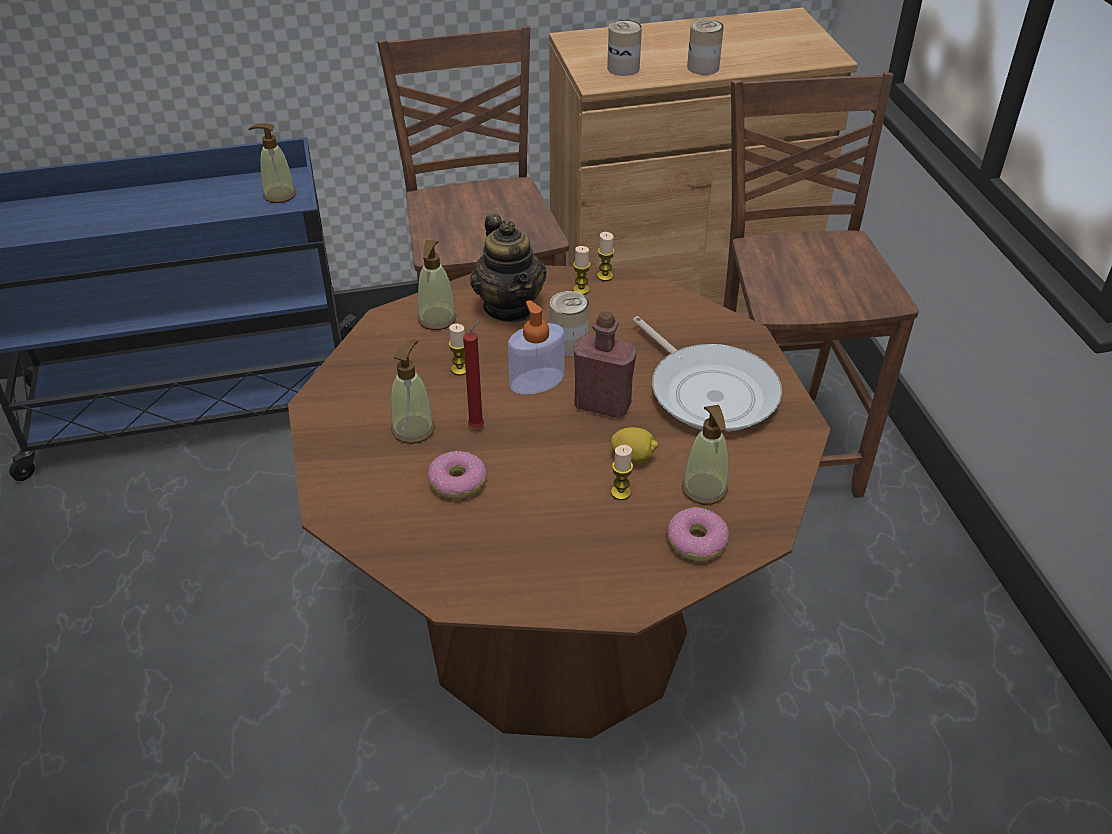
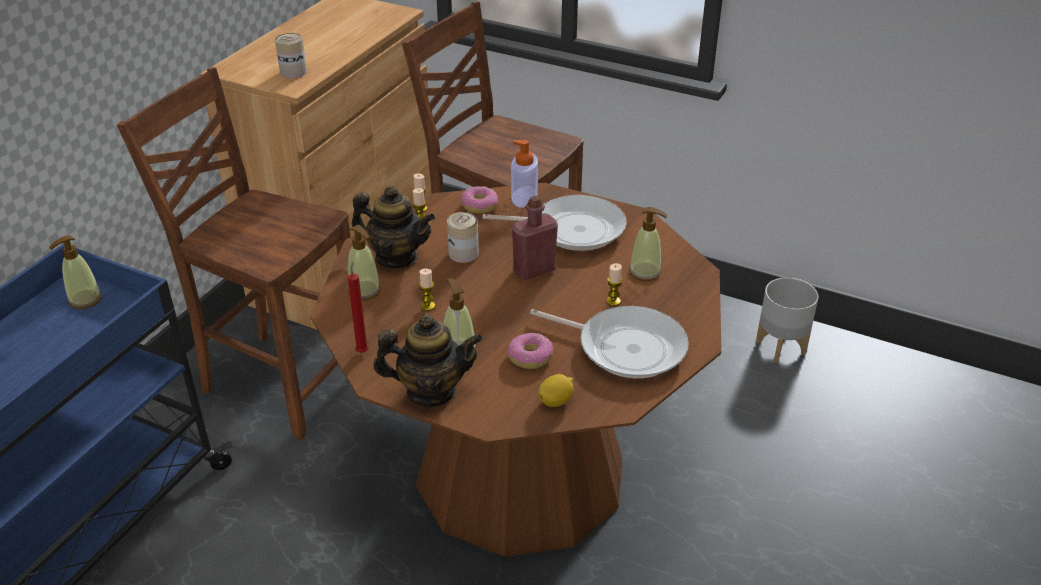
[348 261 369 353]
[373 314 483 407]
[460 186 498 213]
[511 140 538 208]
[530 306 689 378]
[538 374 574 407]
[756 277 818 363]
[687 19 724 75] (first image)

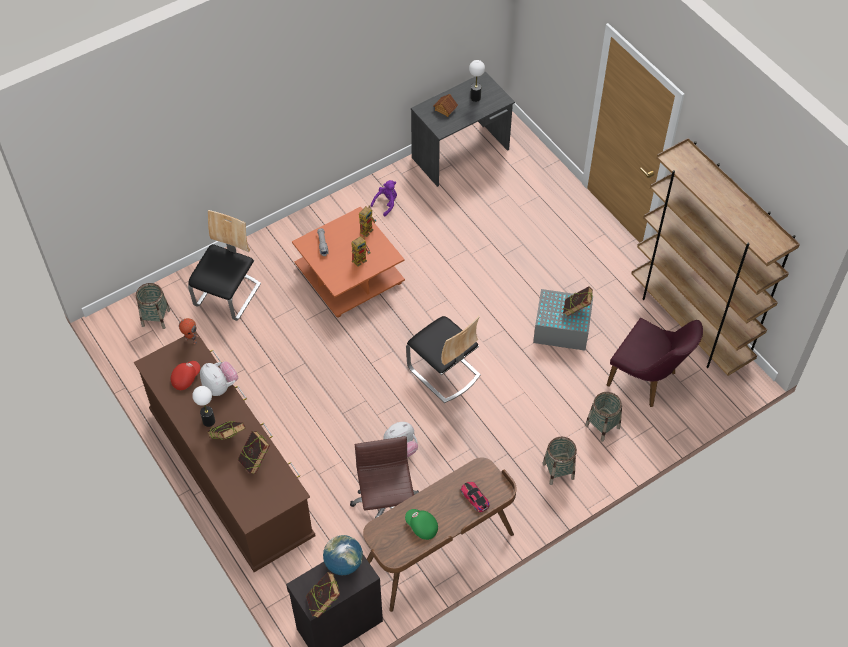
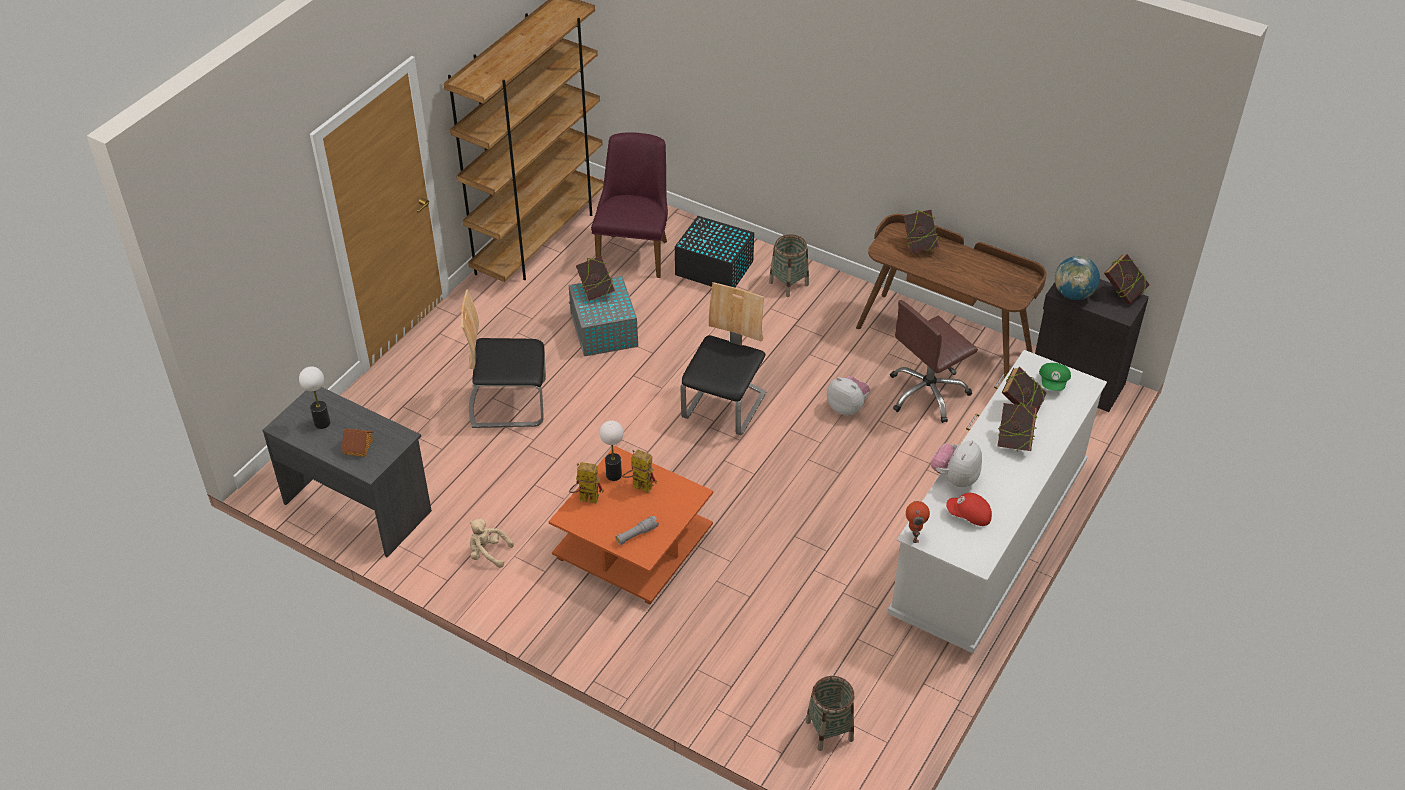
[461 289 546 428]
[470 519 514 568]
[599 421 624 481]
[675 216 754 288]
[887 350 1107 653]
[903 210 939 253]
[1039 363 1071 391]

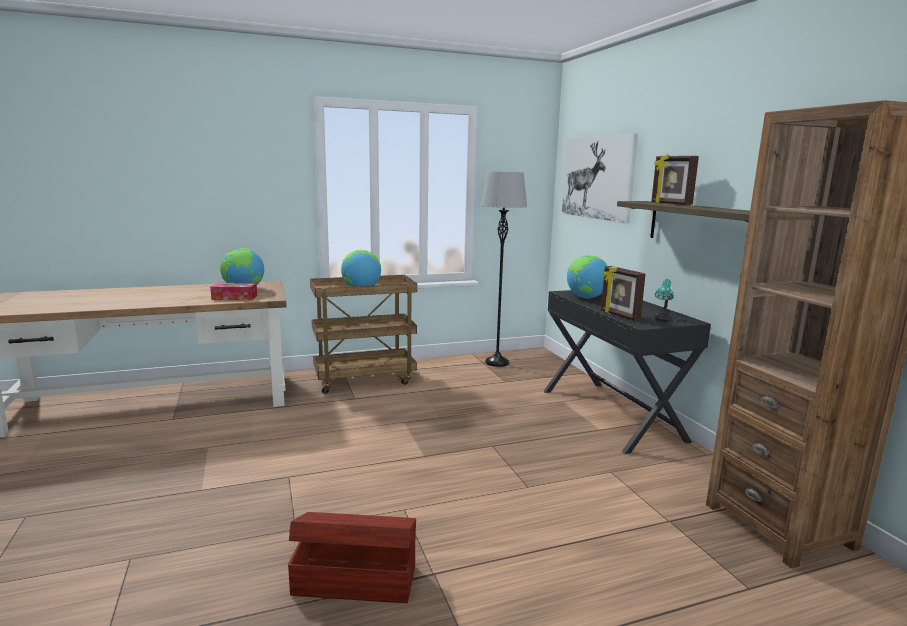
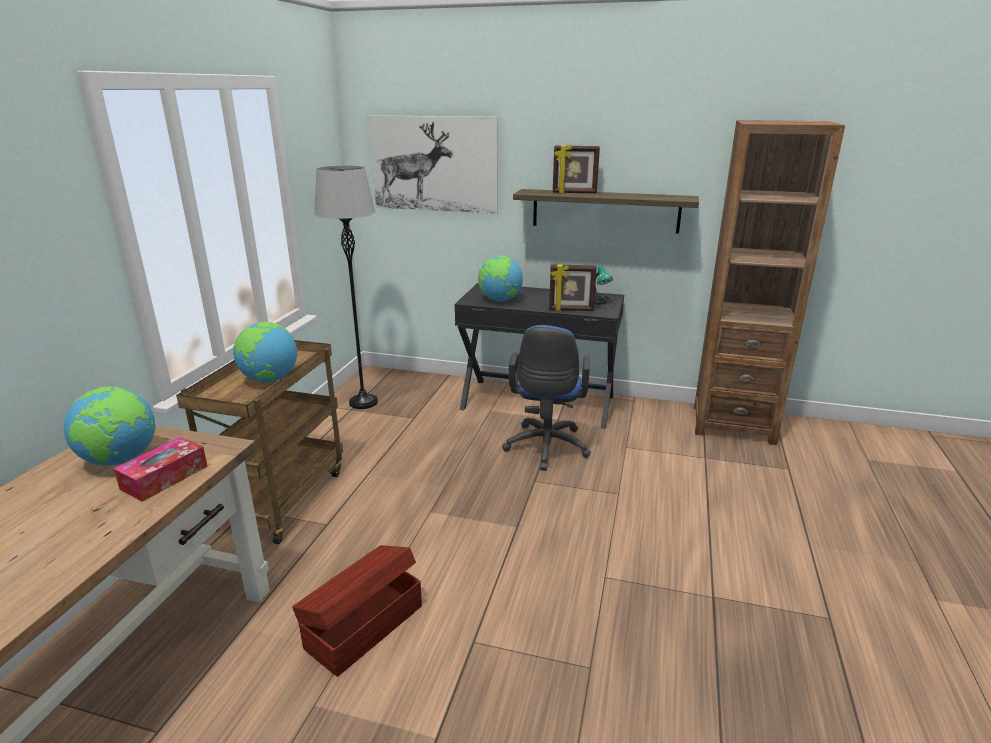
[292 545 422 677]
[502 325 591 471]

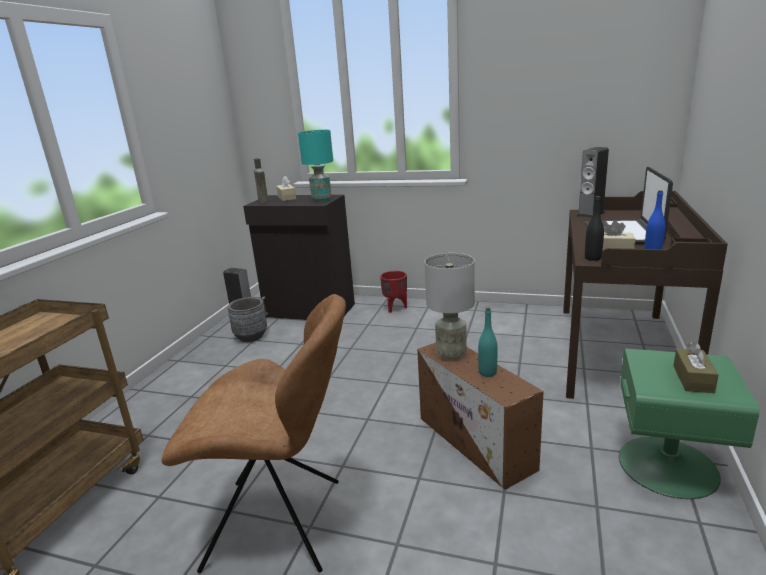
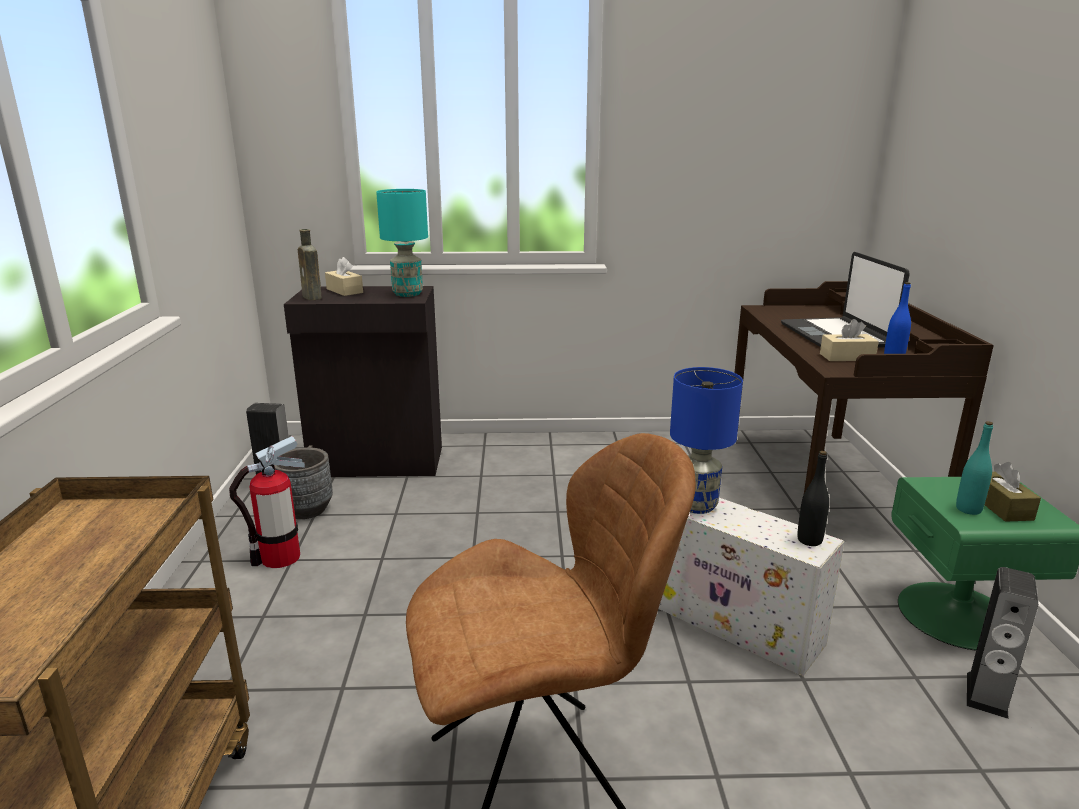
[229 436 305 568]
[658 498 844 676]
[670 367 743 514]
[797 451 829 546]
[956 421 993 515]
[967 567 1038 719]
[380 271 407 313] (first image)

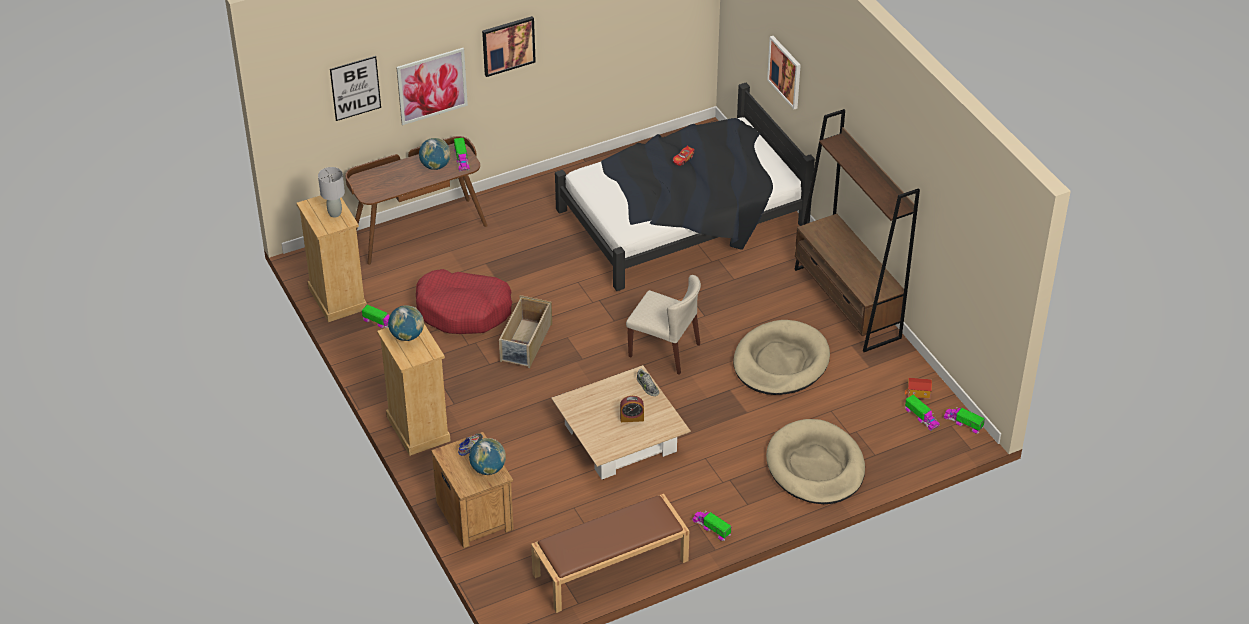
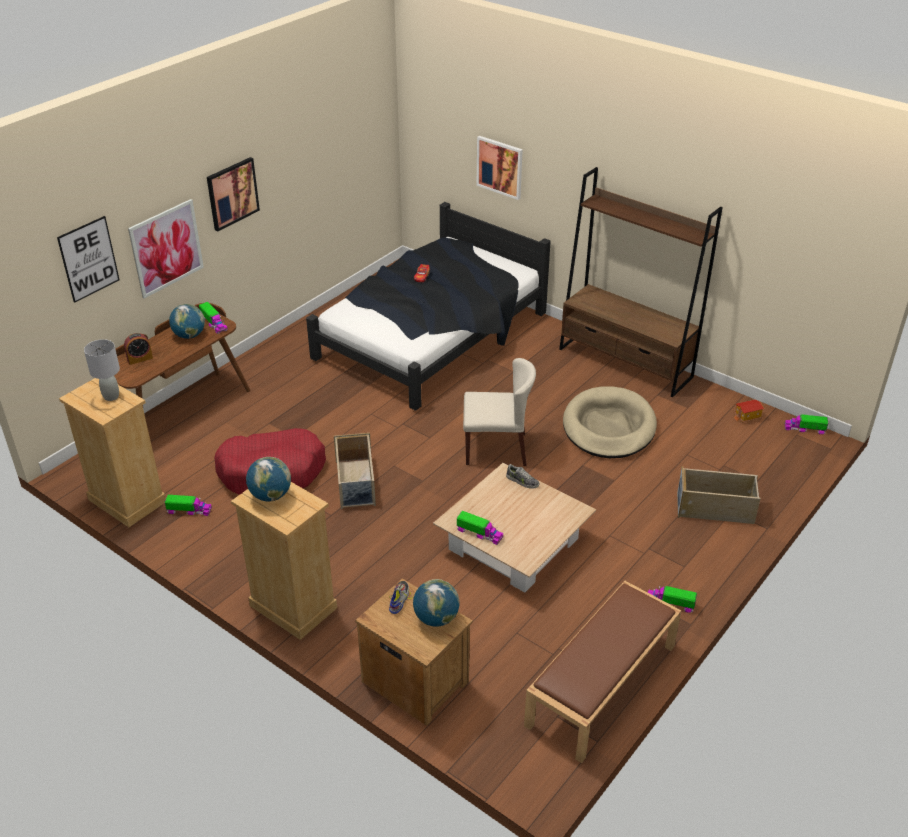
[124 333 153 365]
[457 511 504 545]
[677 466 760 524]

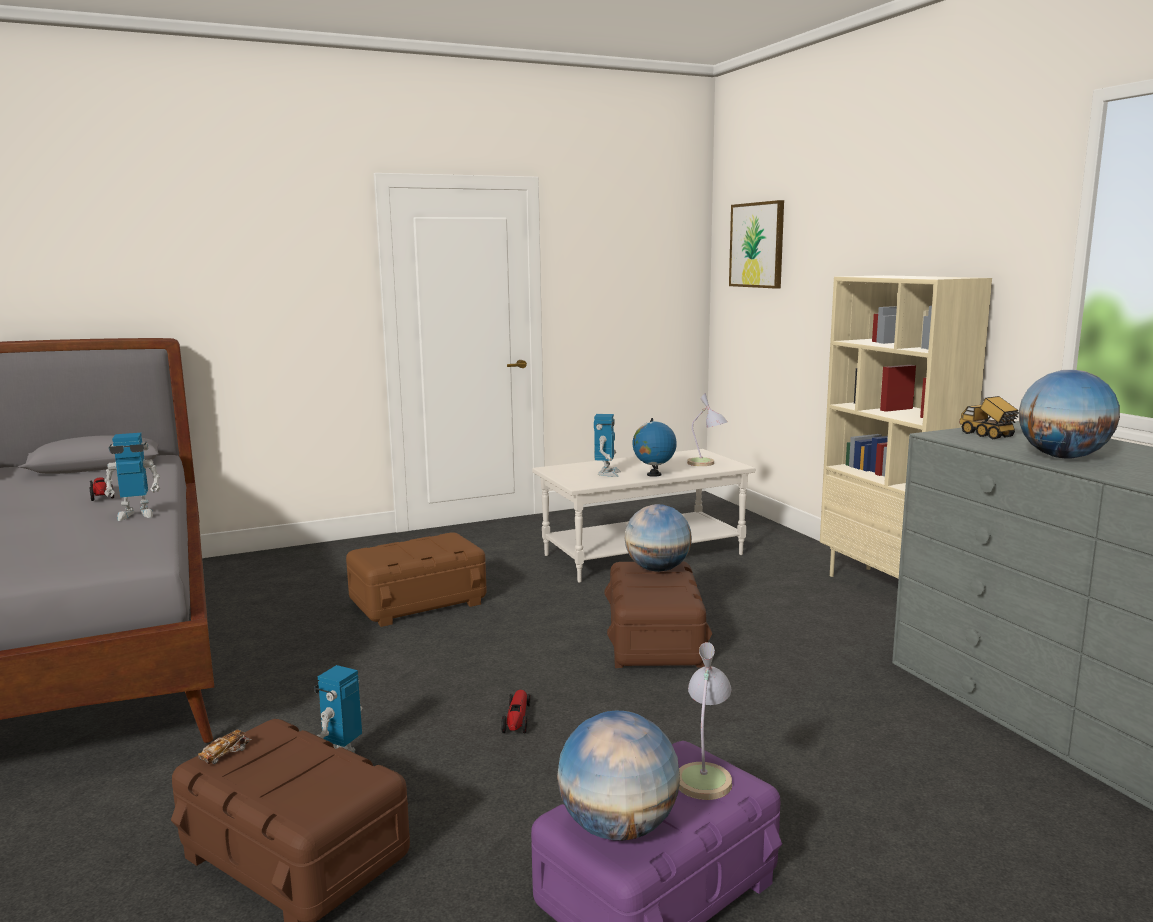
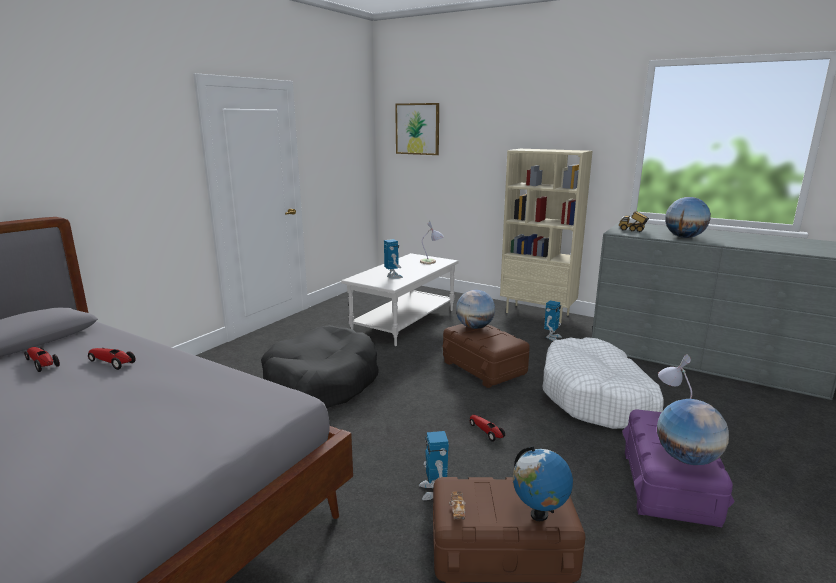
[24 347 60 372]
[261 325 379 408]
[513 446 573 521]
[543 337 664 429]
[544 300 562 341]

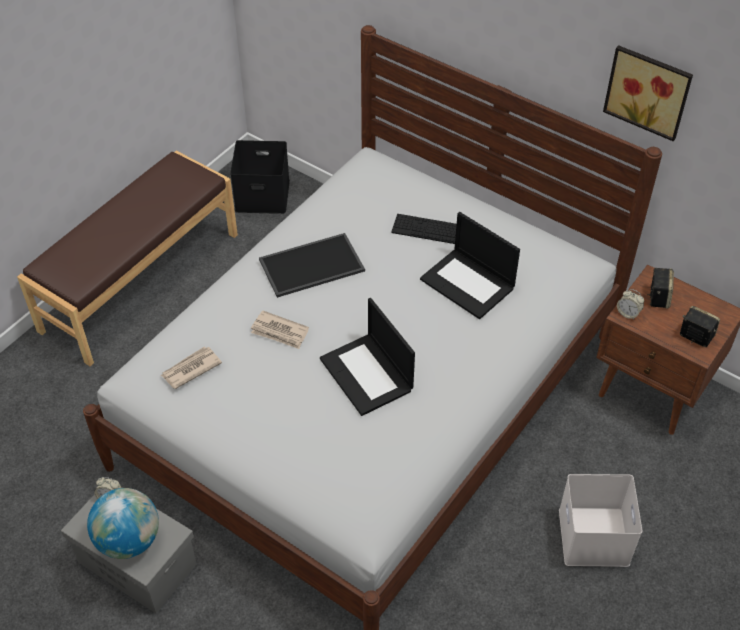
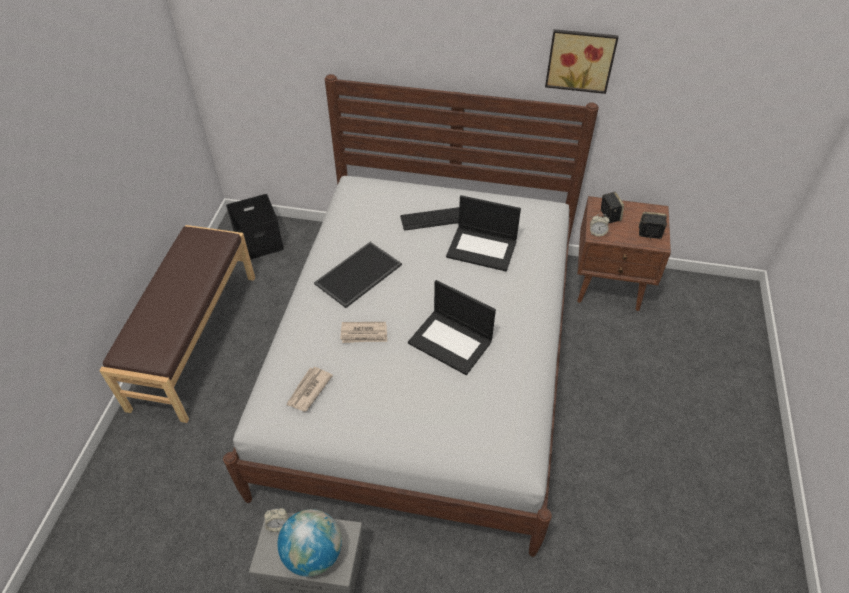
[559 474 642 567] (first image)

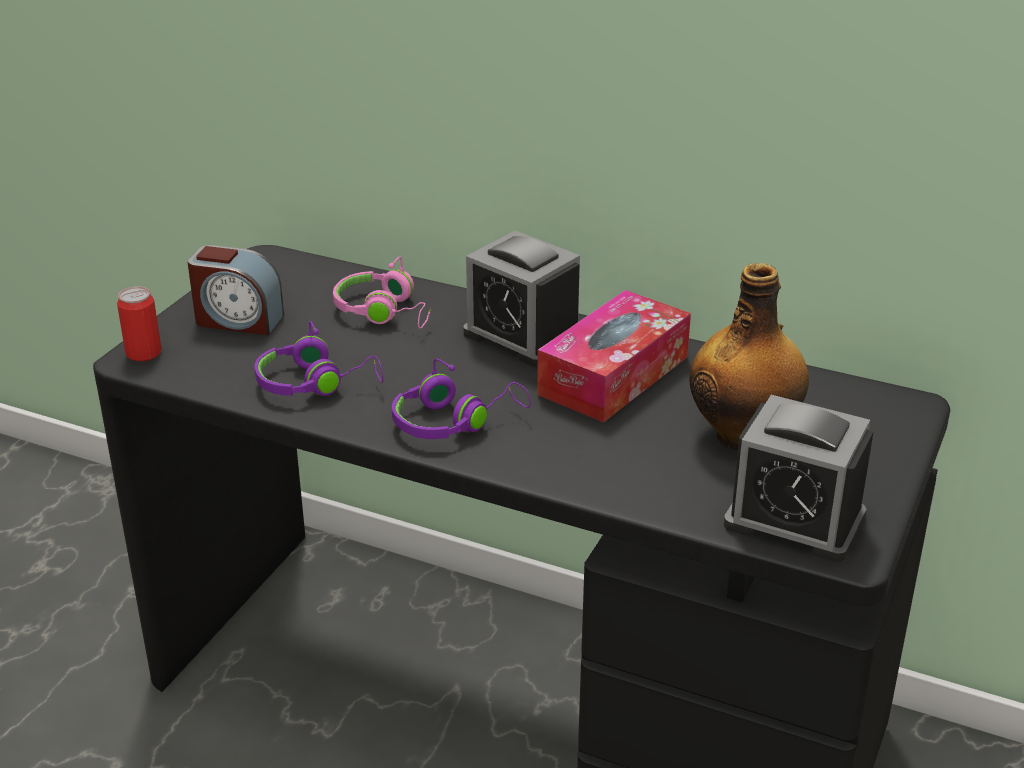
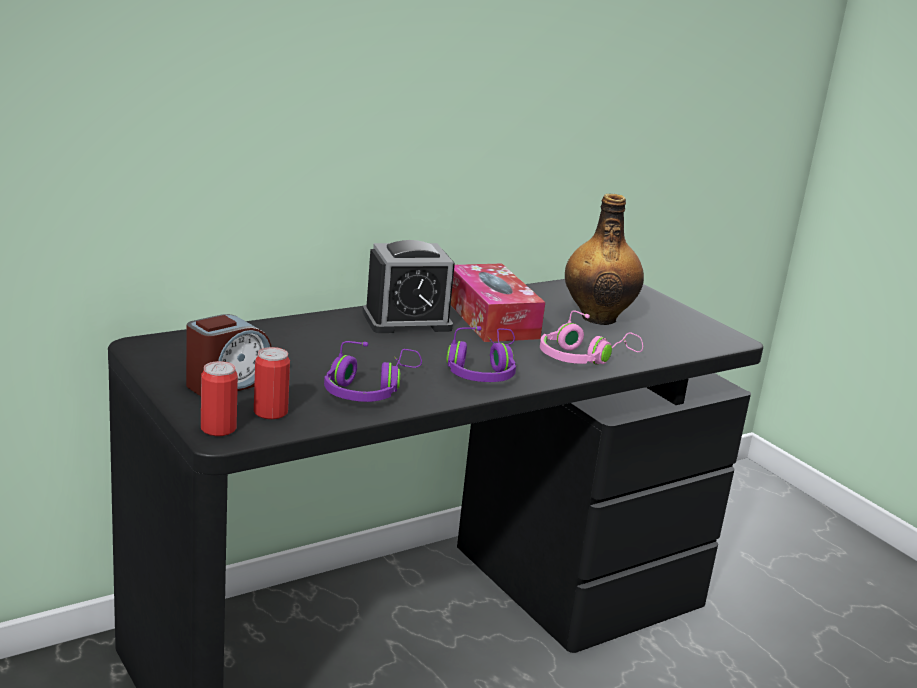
[254 347 290 419]
[540 310 643 365]
[724 395 874 562] (first image)

